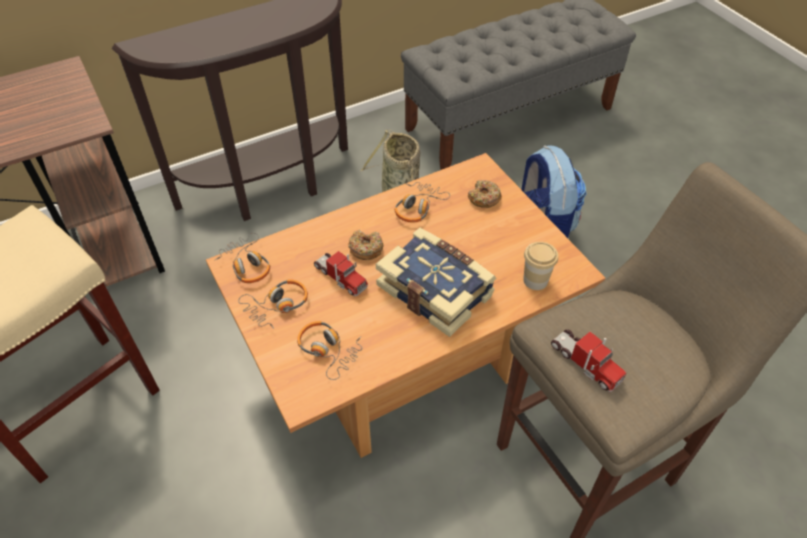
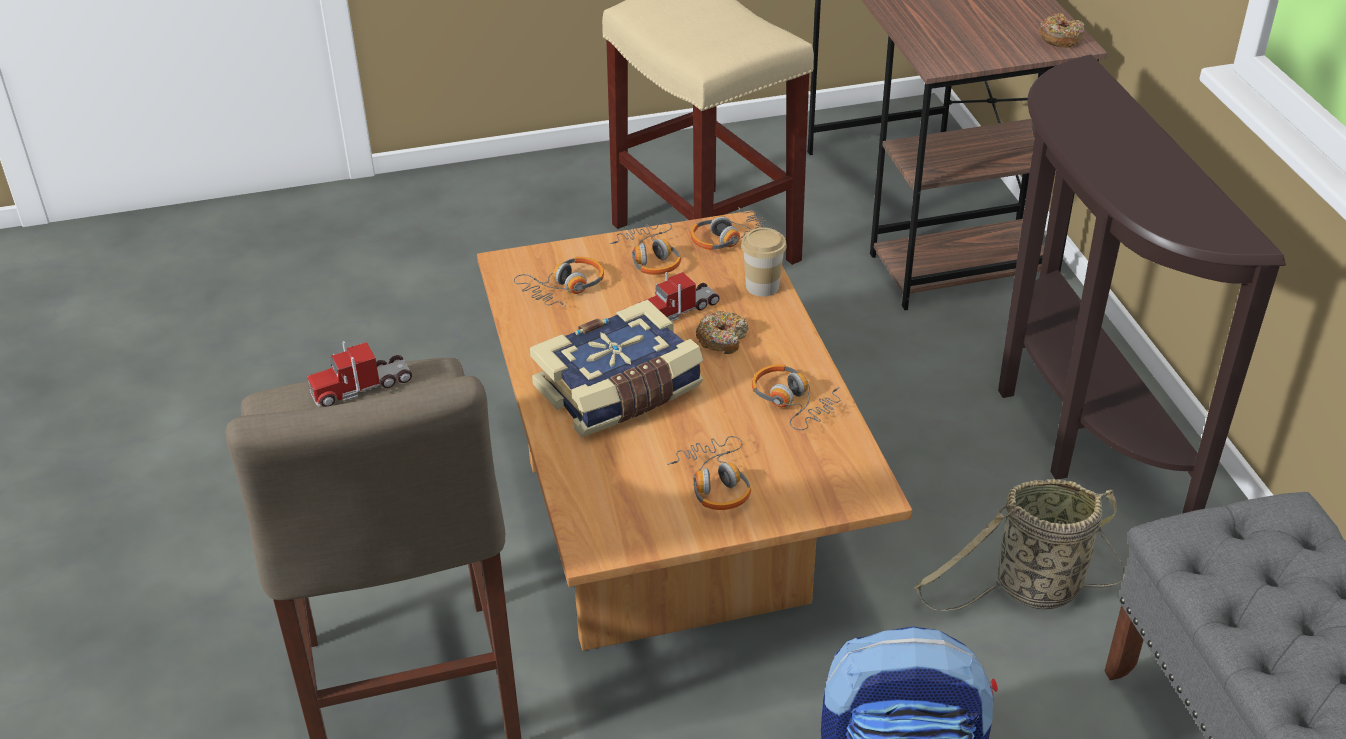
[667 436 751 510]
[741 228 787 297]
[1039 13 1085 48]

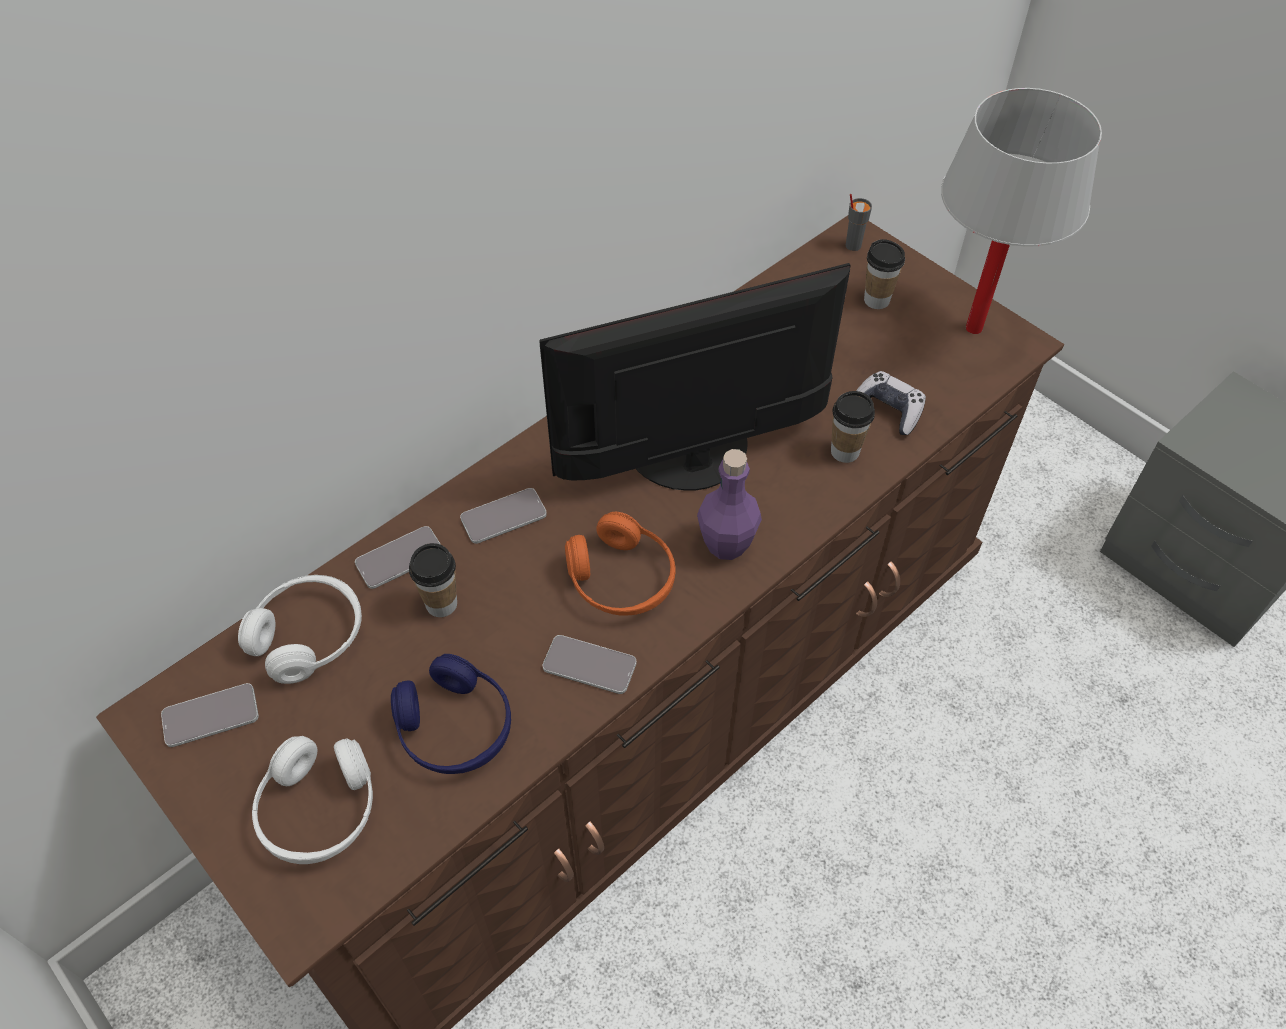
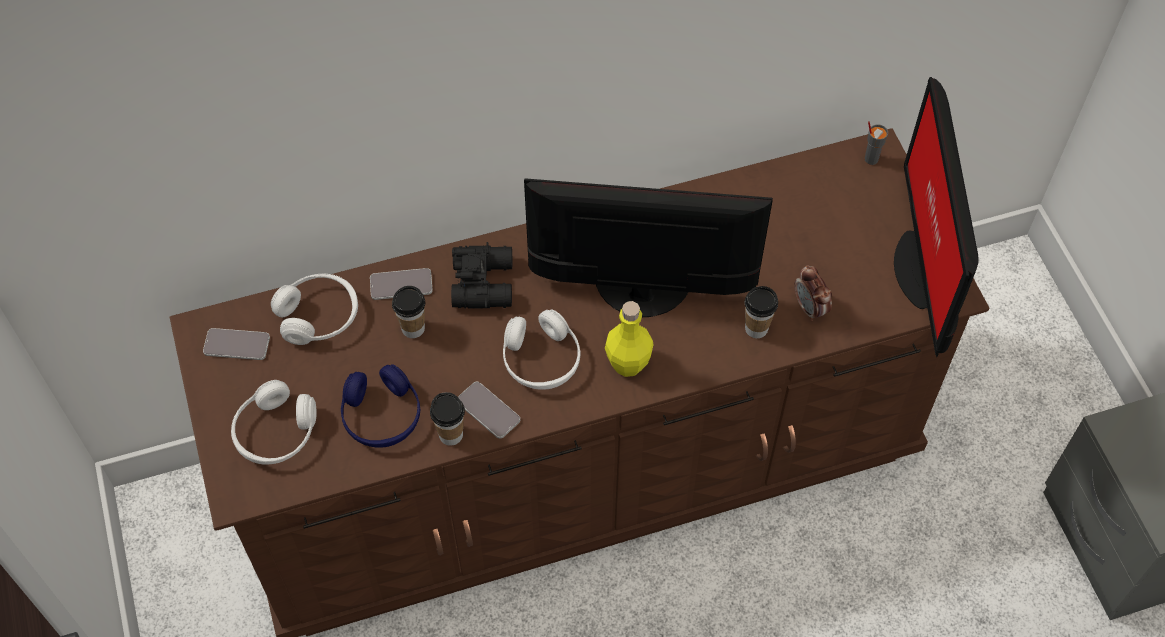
[430 392 465 445]
[451 242 512 309]
[503 309 580 390]
[605 301 654 377]
[795 265 832 321]
[894 77 978 357]

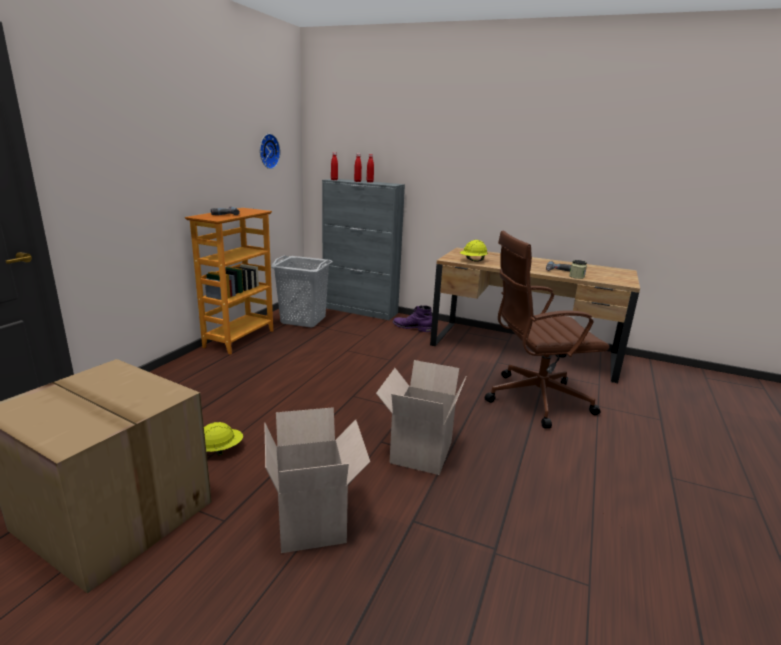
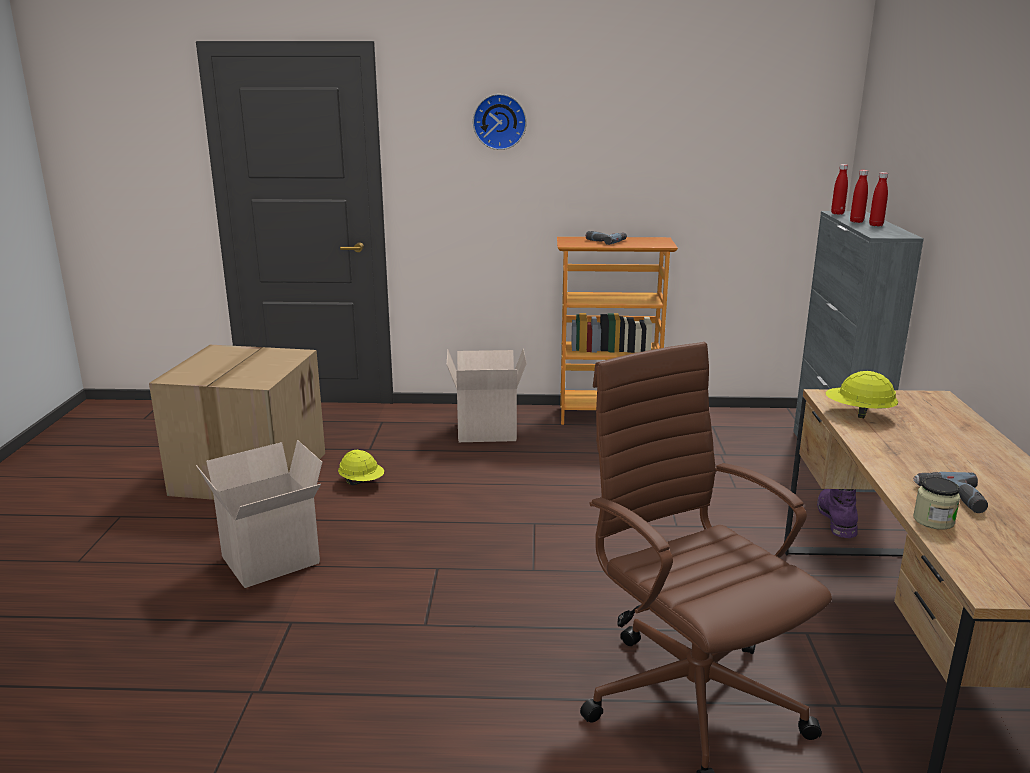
[447 348 527 442]
[473 94 527 150]
[271 255 333 328] (first image)

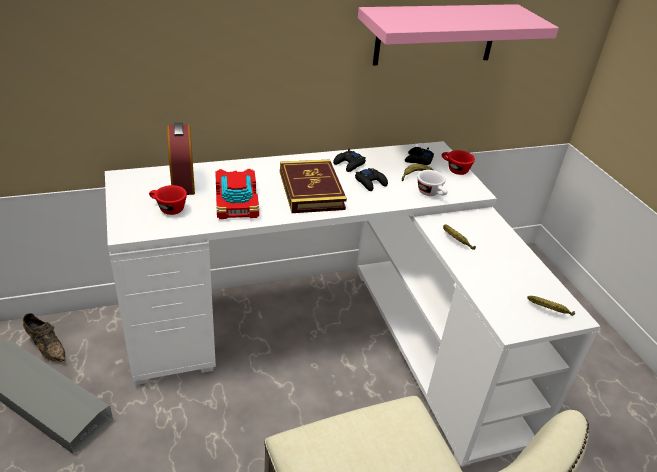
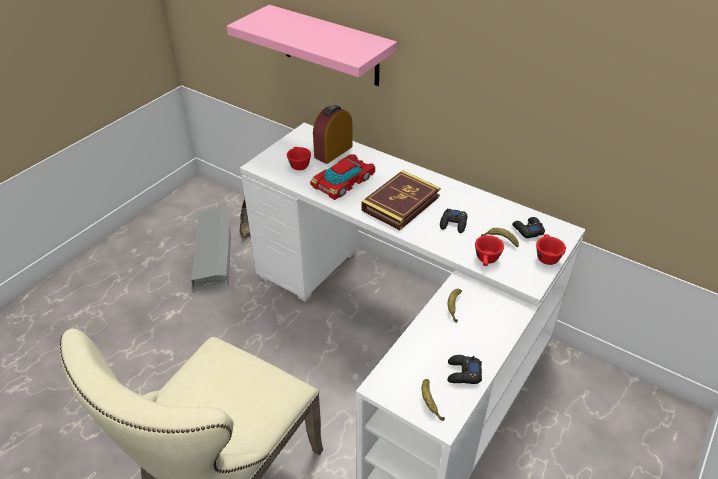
[227 5 397 86]
[447 355 482 384]
[475 235 504 266]

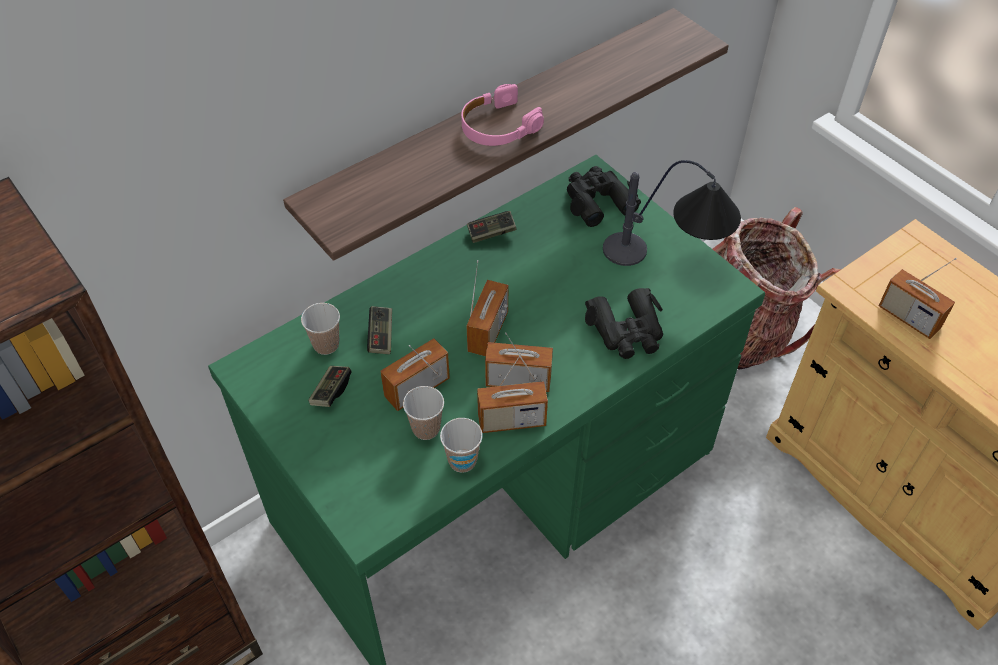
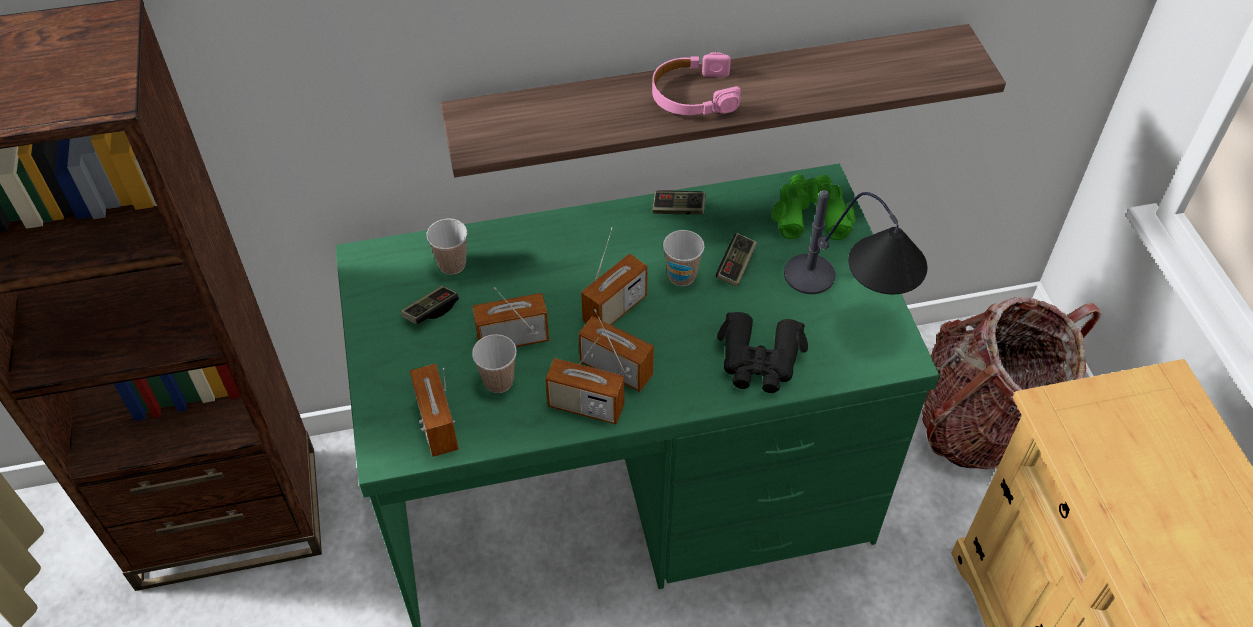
[410 364 459 457]
[663 230 704 286]
[716 233 757 287]
[772 174 855 240]

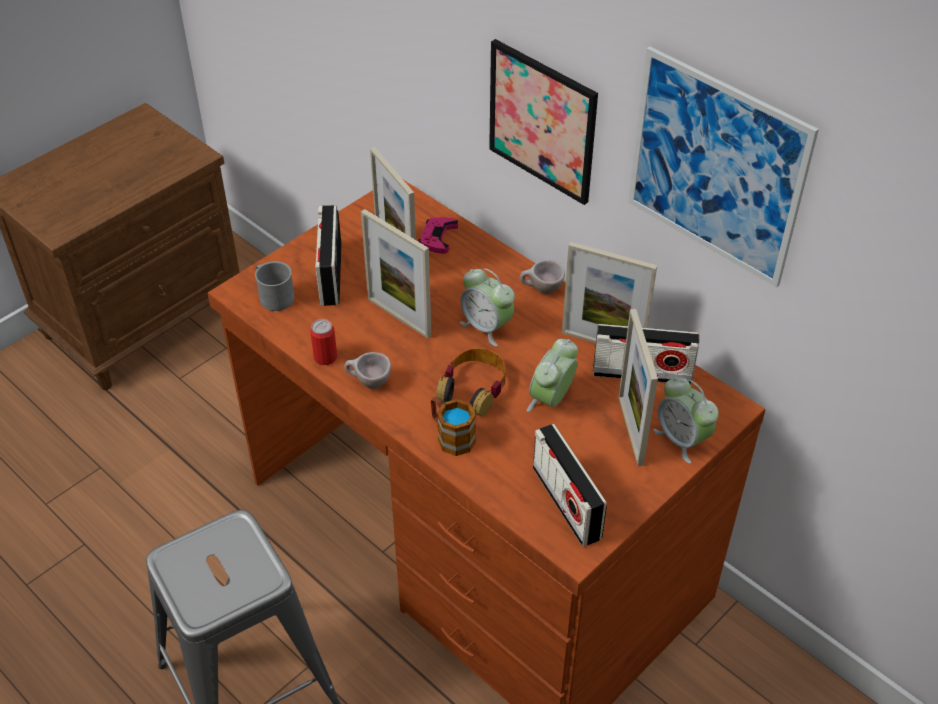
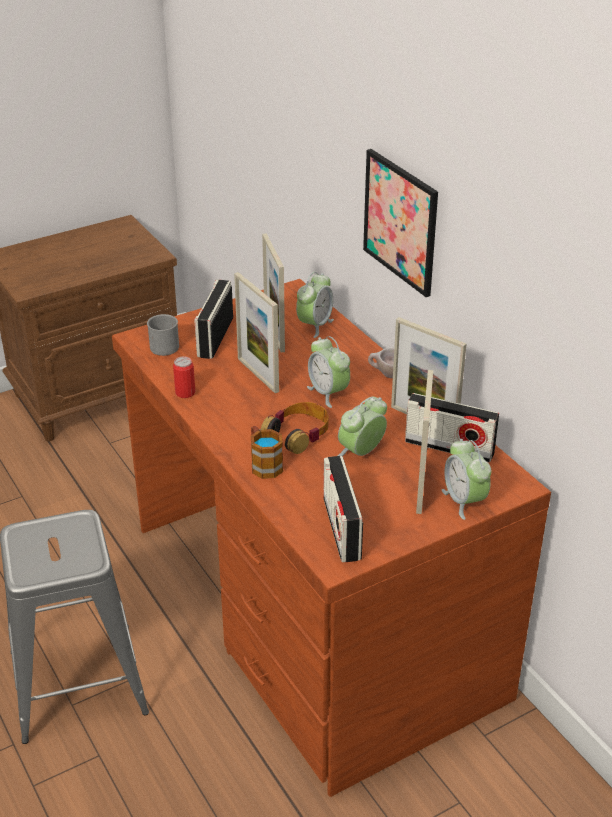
[296 272 334 338]
[344 352 391 389] (first image)
[628 46 819 287] (first image)

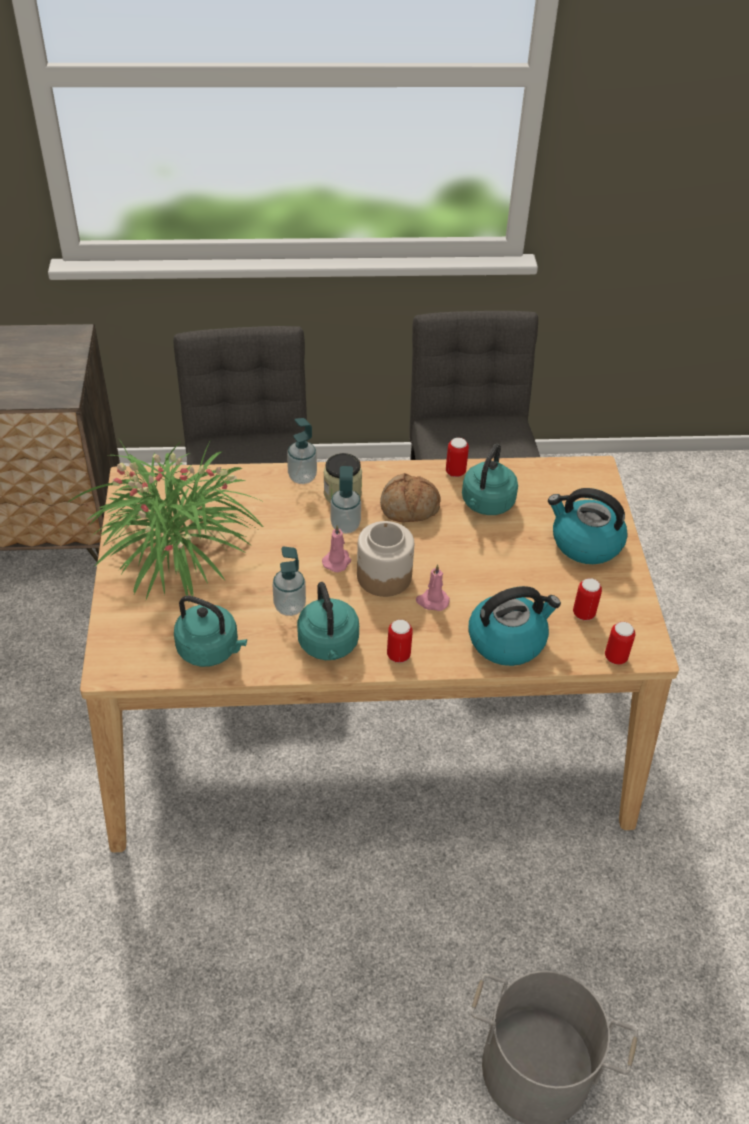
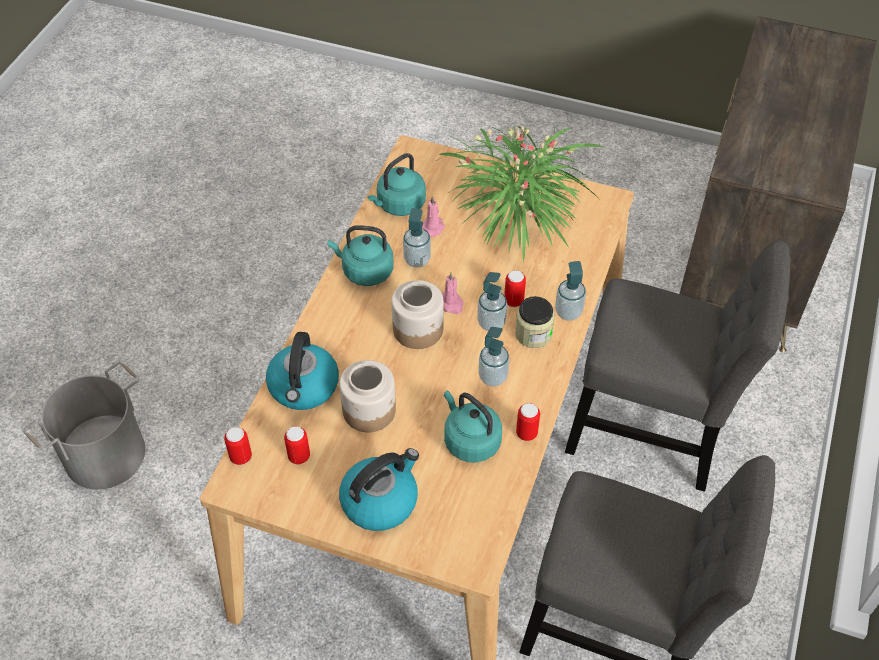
[339 360 396 432]
[422 196 445 237]
[478 327 510 387]
[504 270 526 307]

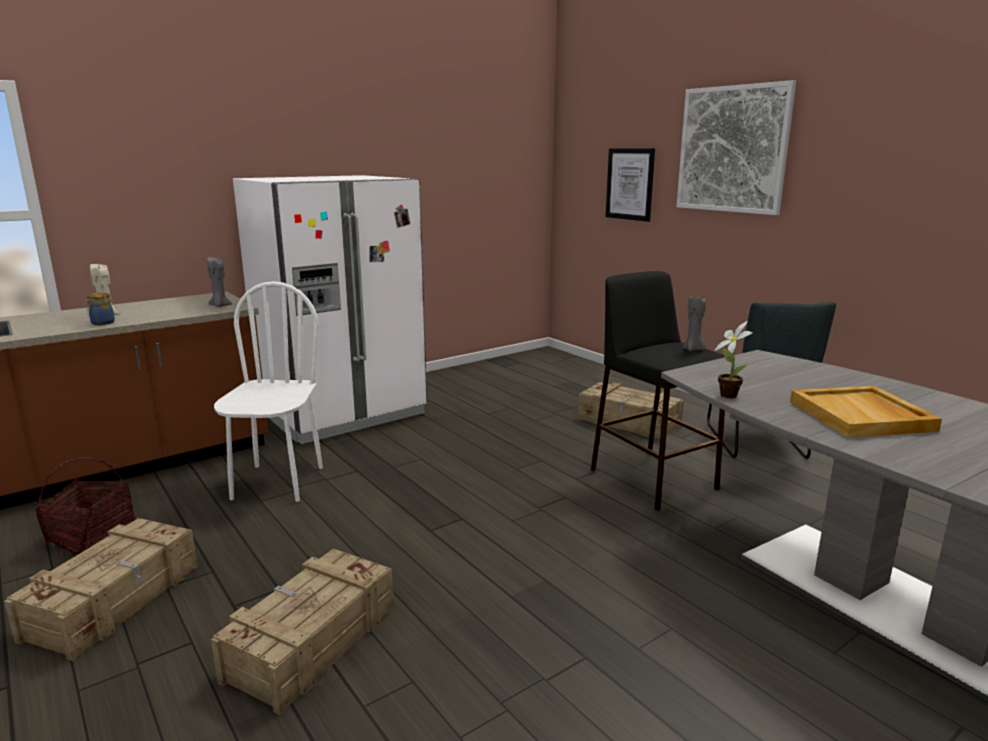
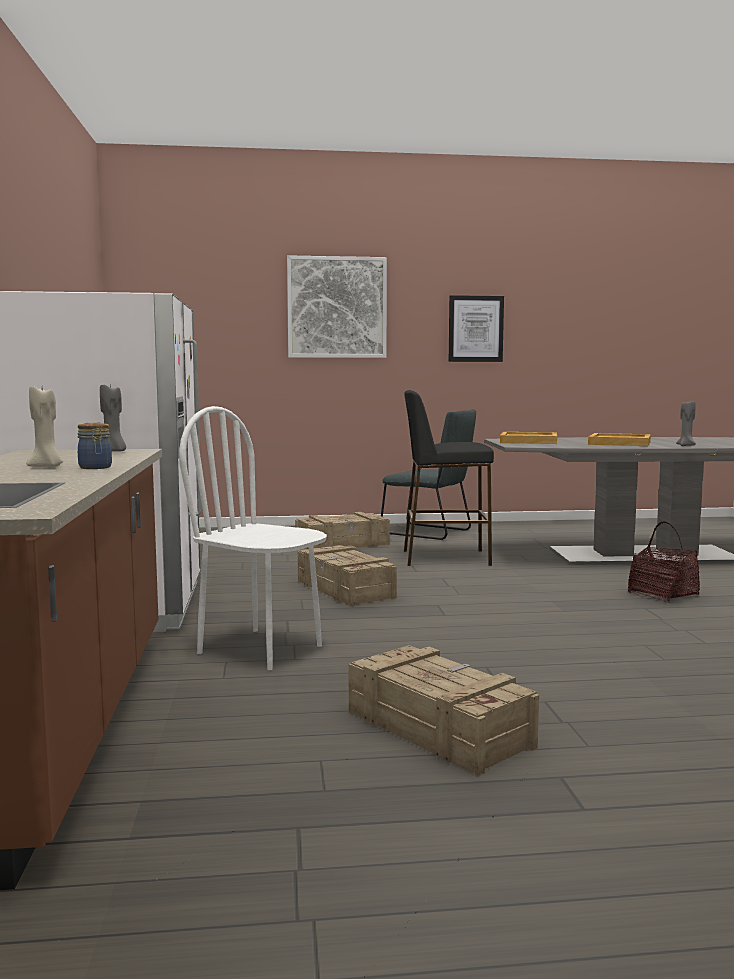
[298 545 397 607]
[449 295 504 362]
[500 432 557 444]
[628 522 700 603]
[676 401 696 446]
[714 321 753 398] (first image)

